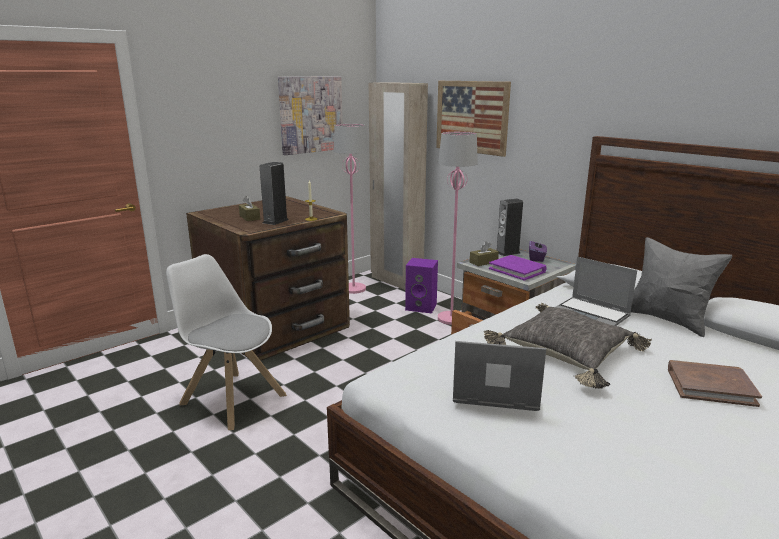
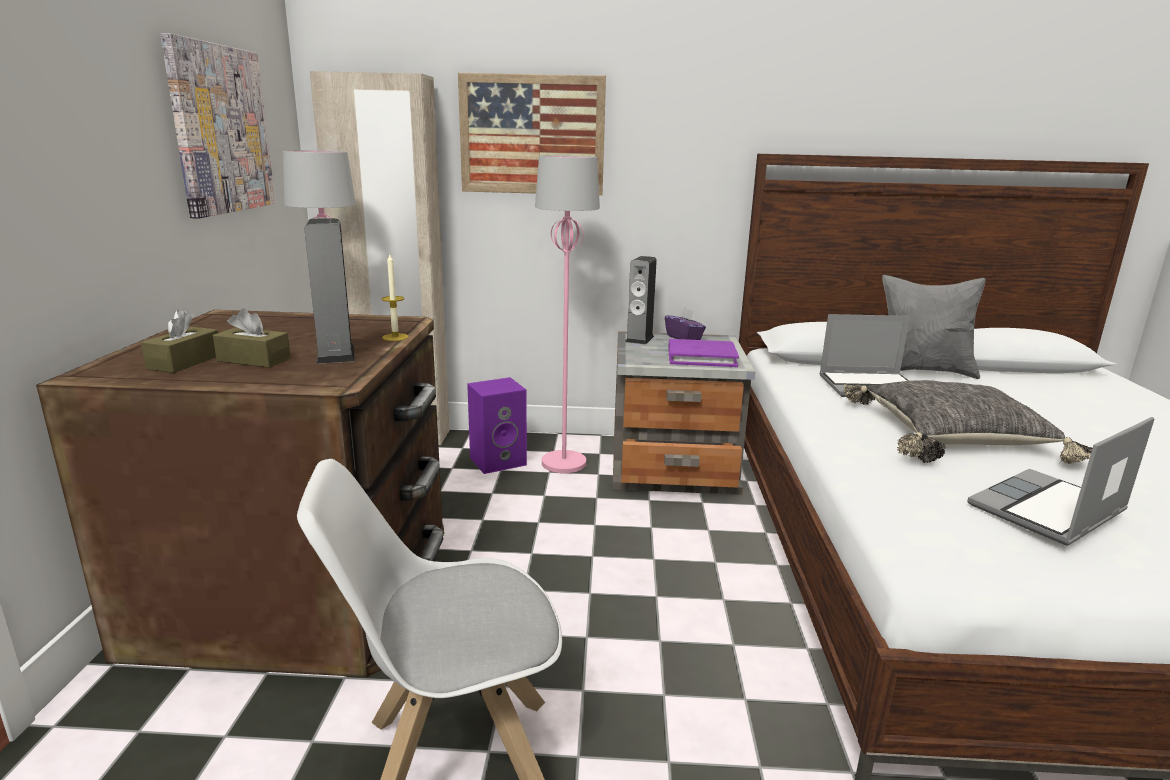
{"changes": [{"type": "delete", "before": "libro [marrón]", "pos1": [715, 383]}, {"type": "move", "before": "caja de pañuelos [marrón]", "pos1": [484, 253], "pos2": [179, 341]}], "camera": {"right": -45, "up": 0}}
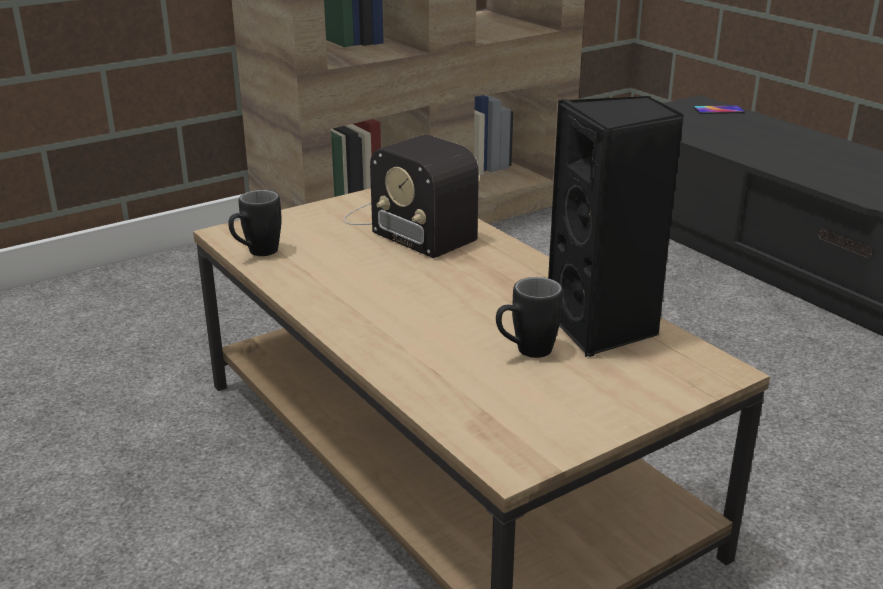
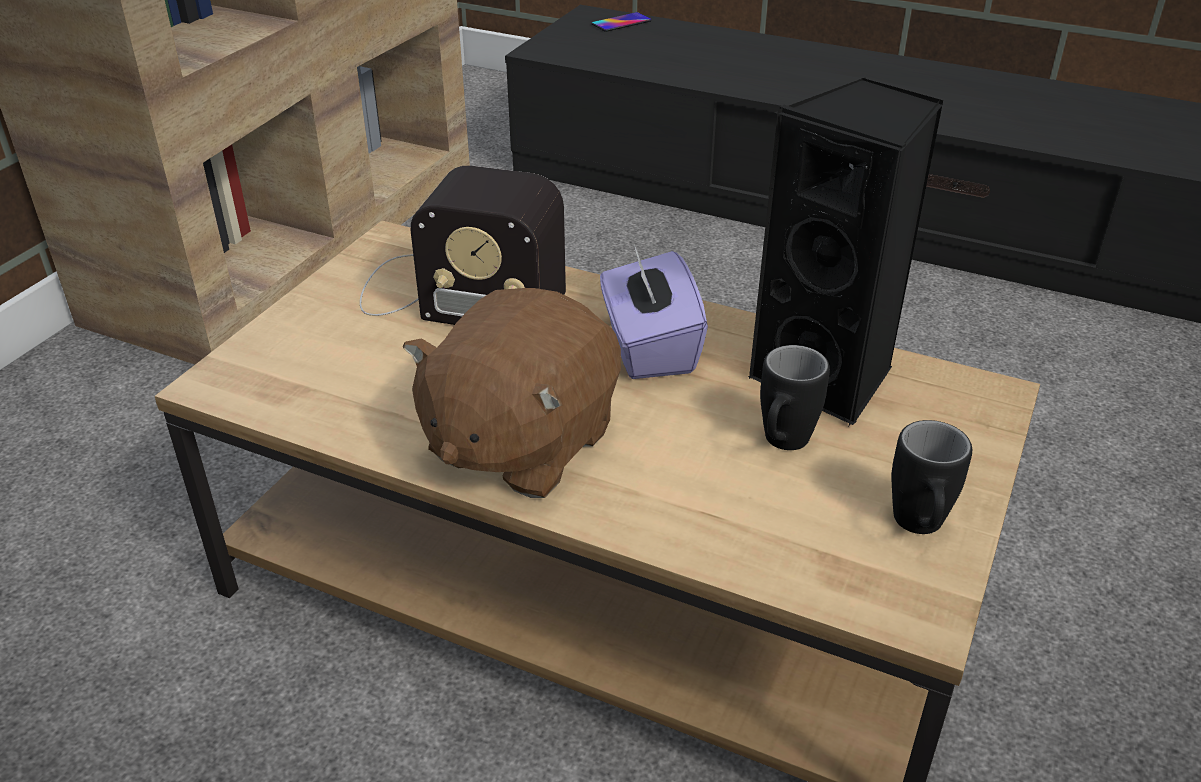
{"changes": [{"type": "insert", "after": "peluche [marrón]", "pos2": [512, 393]}, {"type": "insert", "after": "caja de pañuelos [morado]", "pos2": [654, 312]}, {"type": "move", "before": "taza grande [negro]", "pos1": [255, 223], "pos2": [931, 477]}], "camera": {"right": -30, "up": 10}}
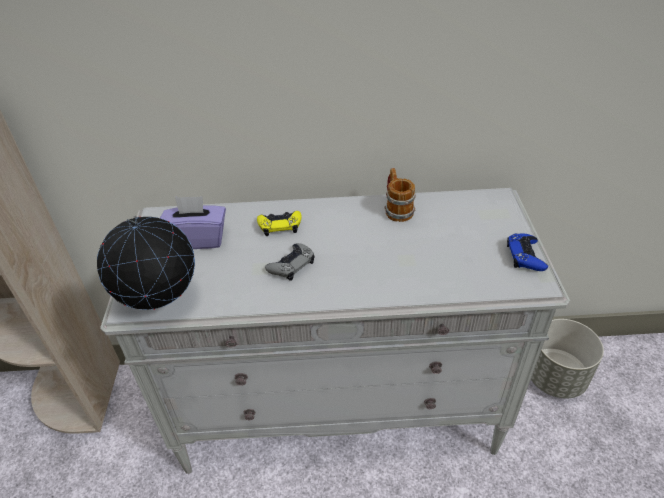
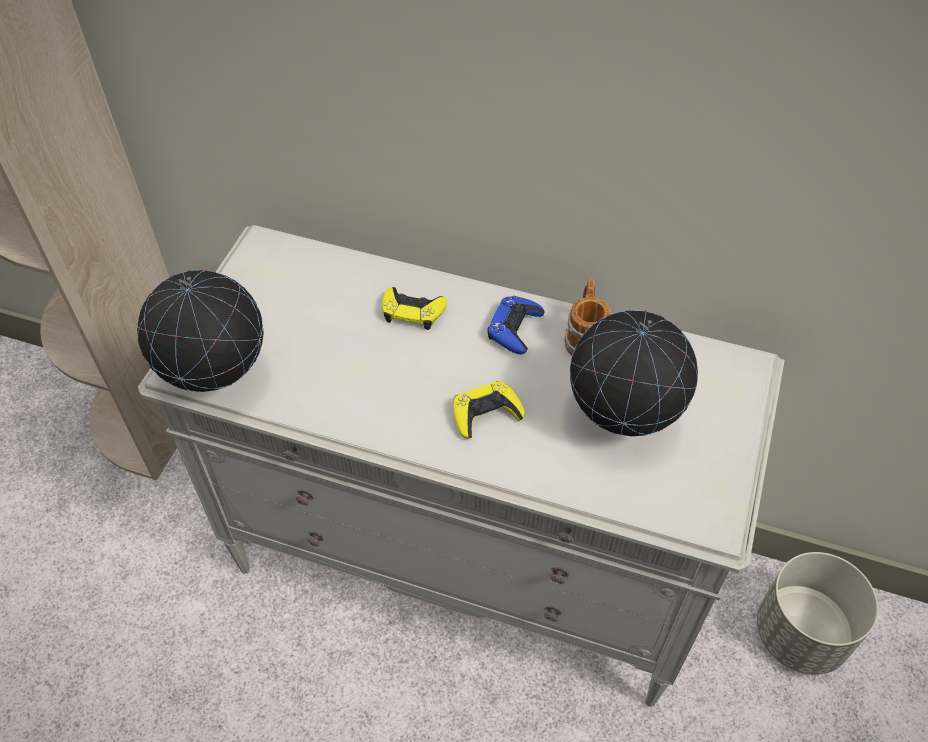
{"changes": [{"type": "delete", "before": "caja de pañuelos [morado]", "pos1": [193, 222]}, {"type": "delete", "before": "mando de consola [gris]", "pos1": [289, 262]}, {"type": "insert", "after": "mando de consola [amarillo]", "pos2": [489, 410]}, {"type": "insert", "after": "globo terráqueo", "pos2": [634, 373]}, {"type": "move", "before": "mando de consola [azul]", "pos1": [527, 252], "pos2": [516, 325]}], "camera": {"right": 20, "up": 10}}
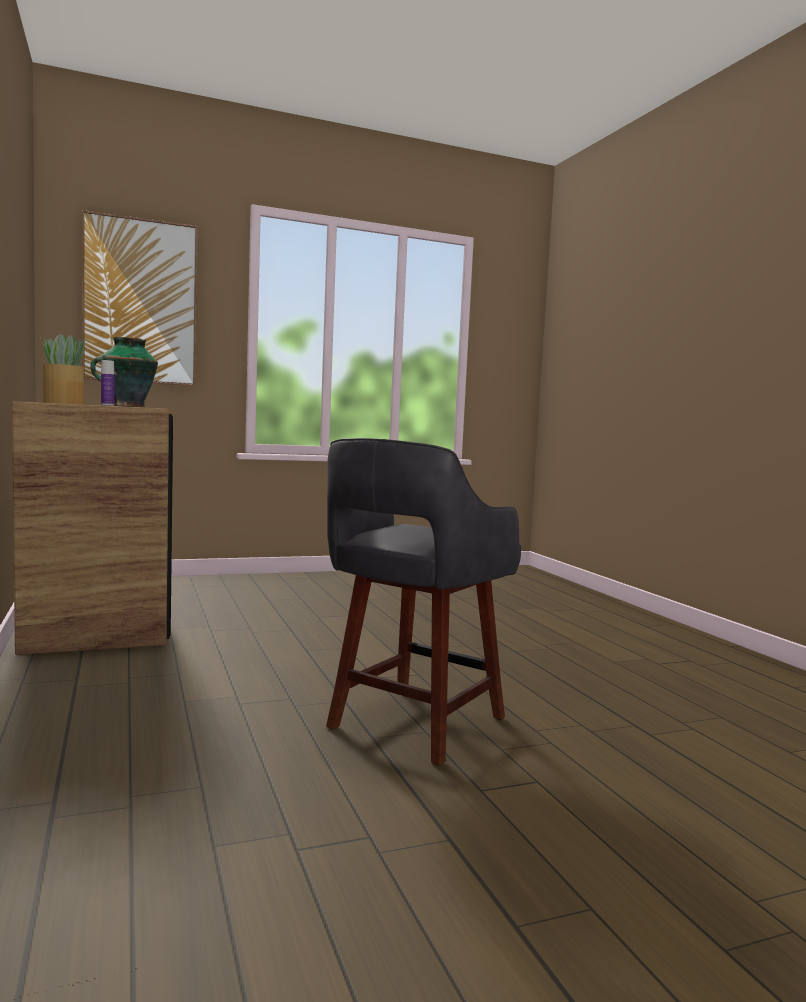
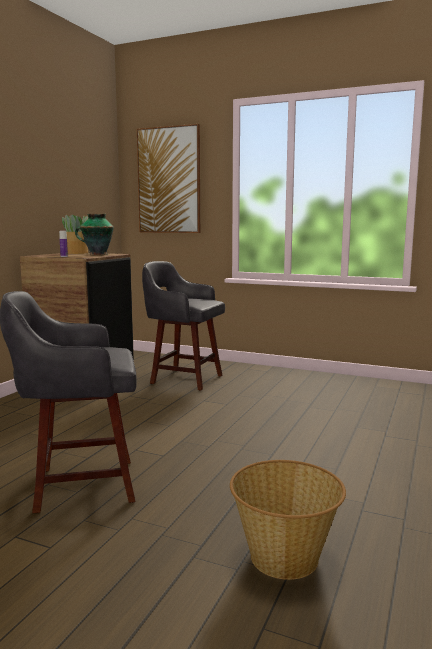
{"changes": [{"type": "insert", "after": "taburete [gris]", "pos2": [183, 326]}, {"type": "insert", "after": "cesta", "pos2": [288, 520]}], "camera": {"right": 45, "up": 5}}
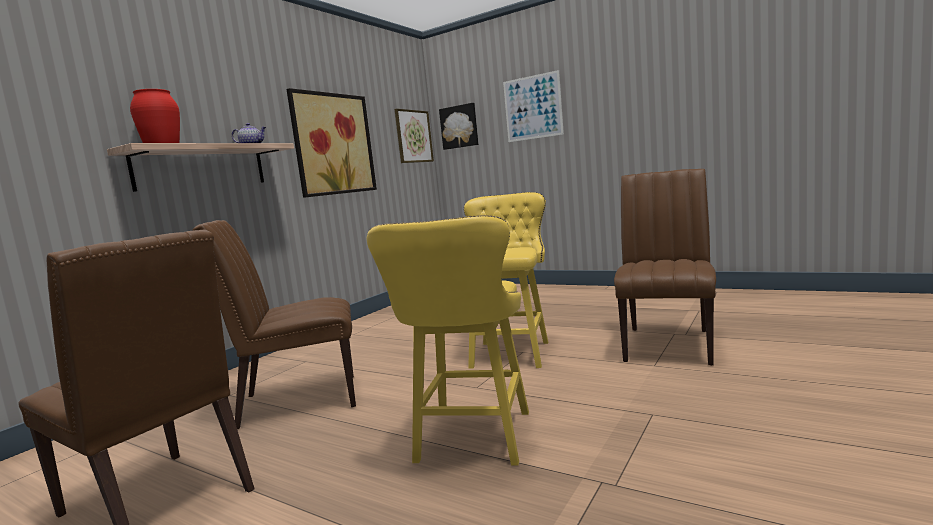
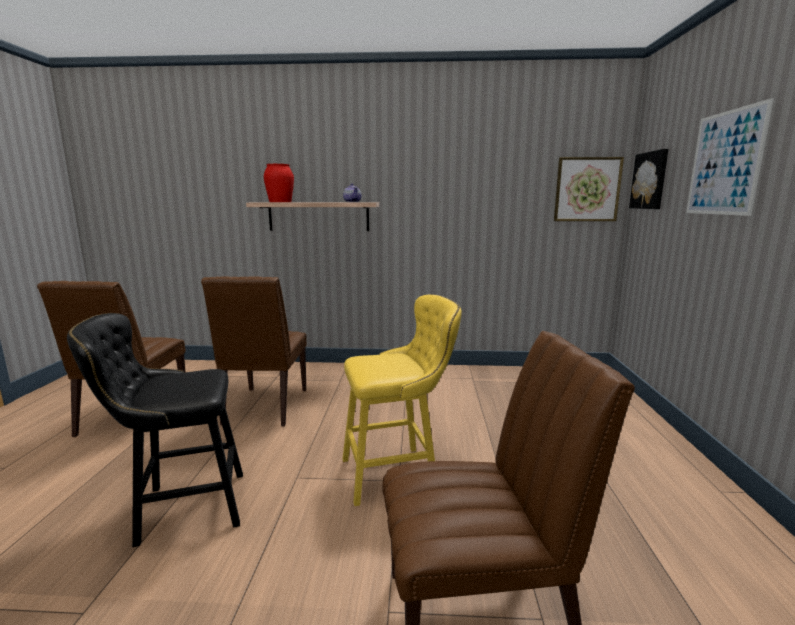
{"changes": [{"type": "delete", "before": "cuadro", "pos1": [331, 143]}, {"type": "recolor", "before": "taburete [amarillo]", "after": "taburete [negro]", "pos1": [448, 340], "pos2": [155, 430]}, {"type": "rotate", "before": "silla [marrón]", "pos1": [274, 324], "pos2": [254, 351], "turn": -135}], "camera": {"right": 60, "up": 5}}
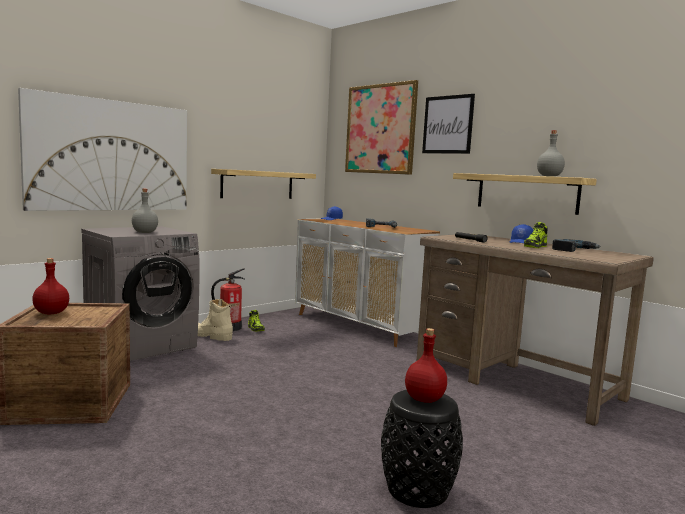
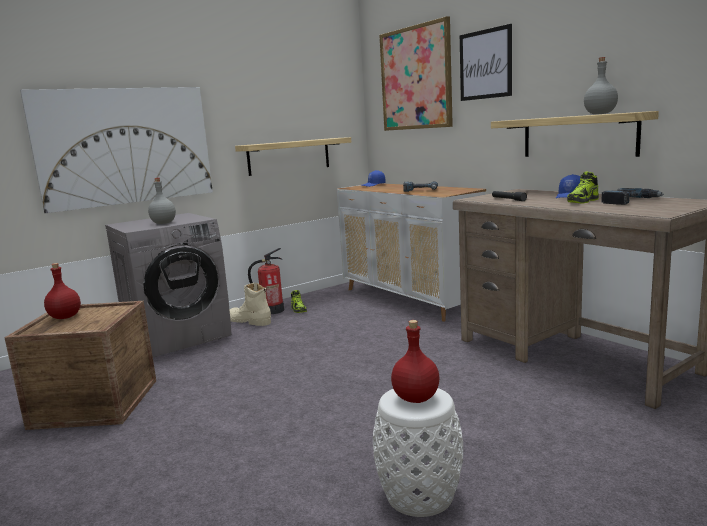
{"changes": [{"type": "recolor", "before": "taburete [negro]", "after": "taburete [blanco]", "pos1": [422, 449], "pos2": [418, 452]}], "camera": {"right": 10, "up": 5}}
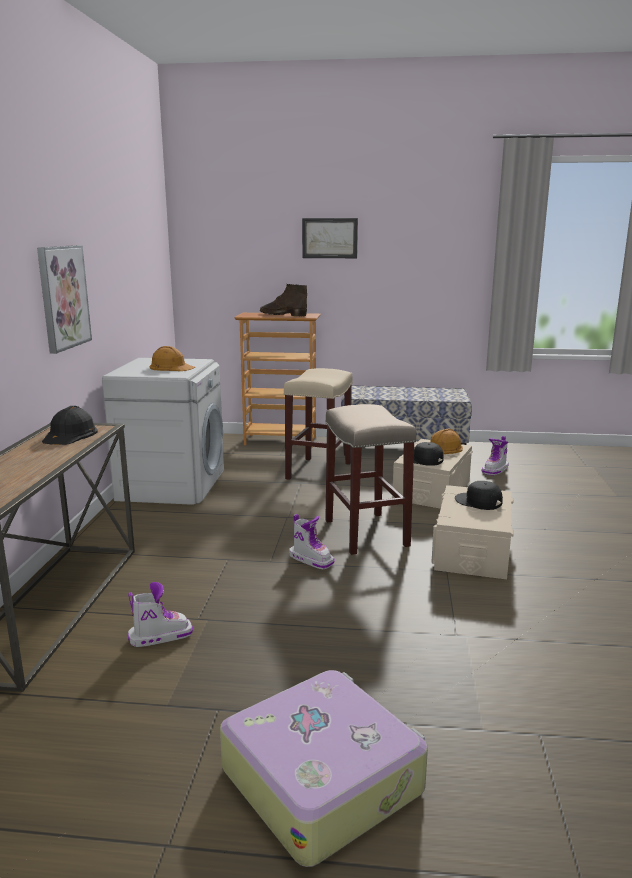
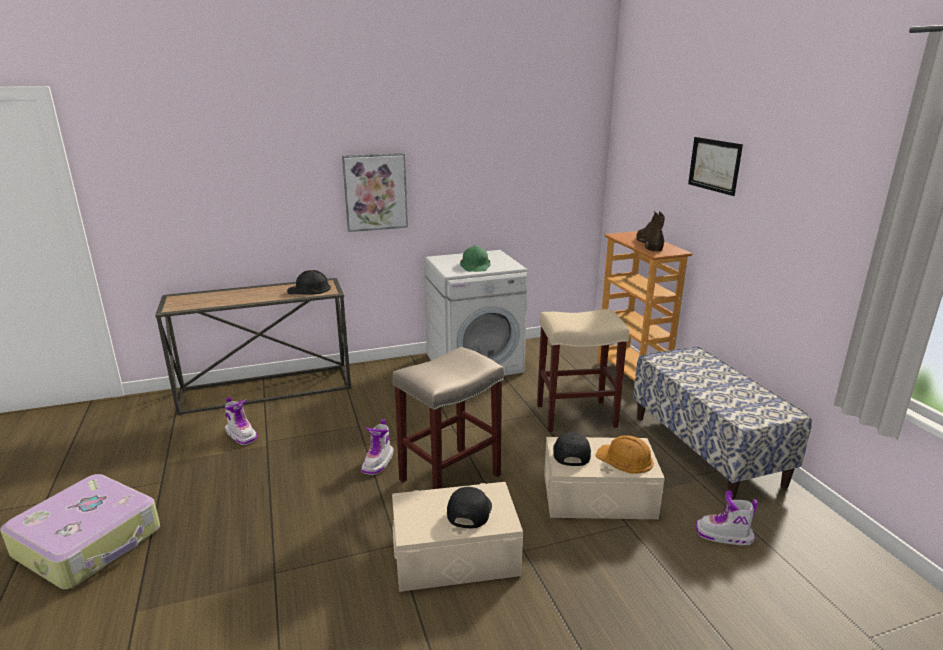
{"changes": [{"type": "recolor", "before": "casco [naranja]", "after": "casco [verde]", "pos1": [172, 358], "pos2": [475, 258]}], "camera": {"right": 65, "up": 5}}
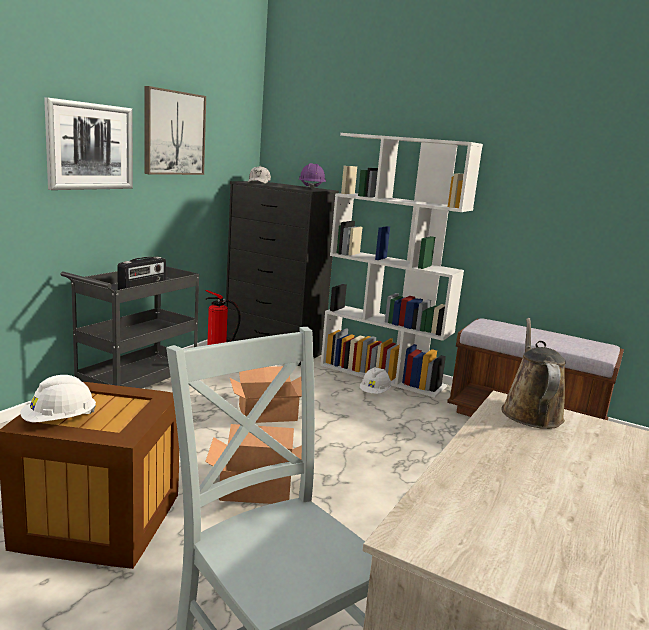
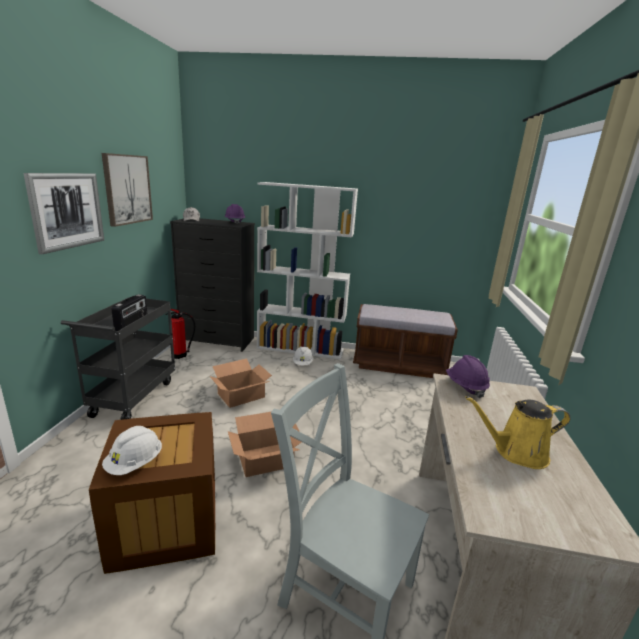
{"changes": [{"type": "insert", "after": "regadera [amarillo]", "pos2": [517, 432]}, {"type": "replace", "before": "regadera [marrón]", "after": "casco [morado]", "pos1": [533, 373], "pos2": [468, 376]}], "camera": {"right": -20, "up": 5}}
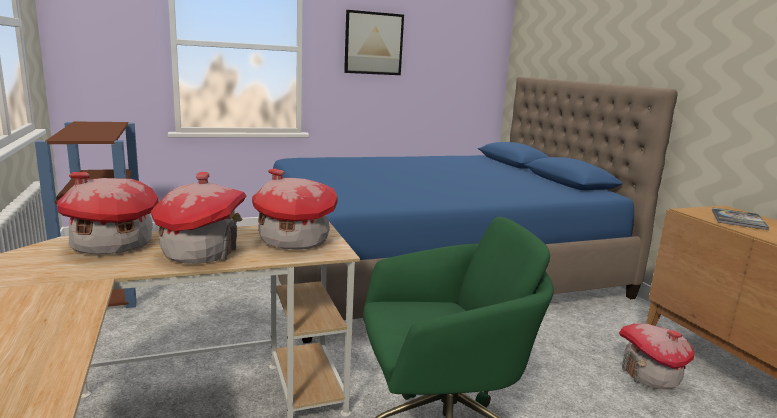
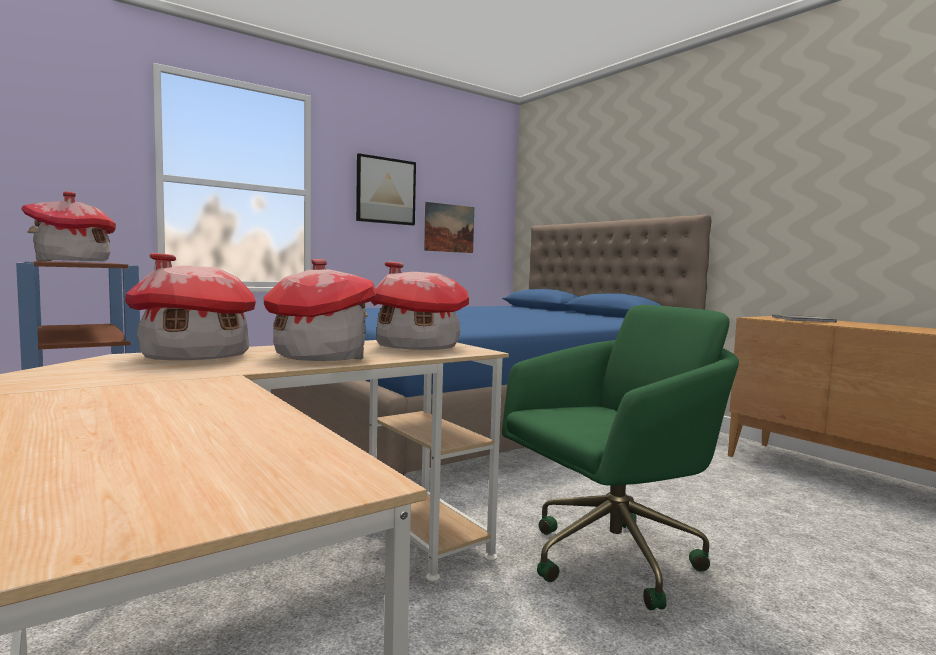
{"changes": [{"type": "insert", "after": "cuadro", "pos2": [449, 227]}, {"type": "move", "before": "casita", "pos1": [656, 356], "pos2": [68, 226]}], "camera": {"right": -15, "up": -10}}
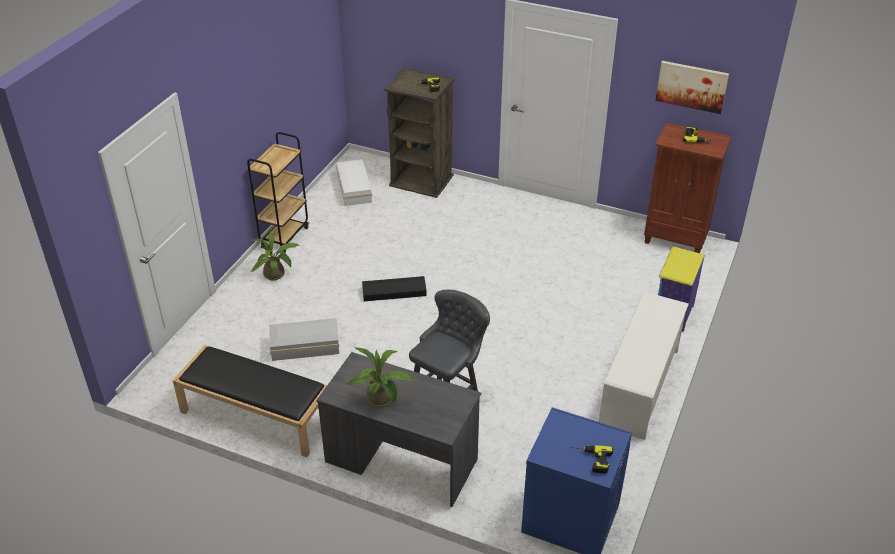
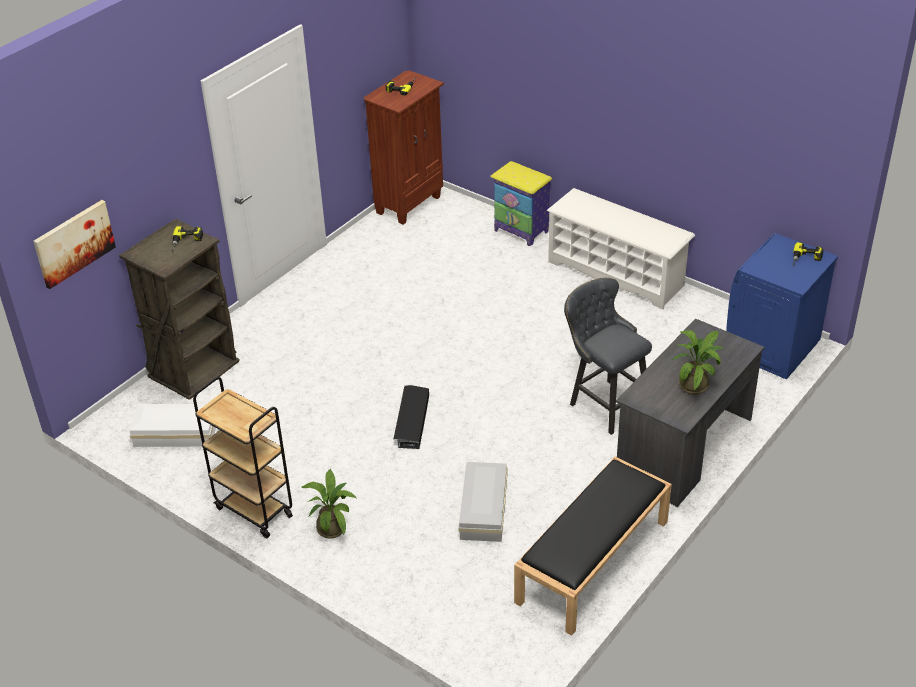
{"changes": [{"type": "move", "before": "cuadro", "pos1": [692, 87], "pos2": [74, 244]}], "camera": {"right": -75, "up": 0}}
